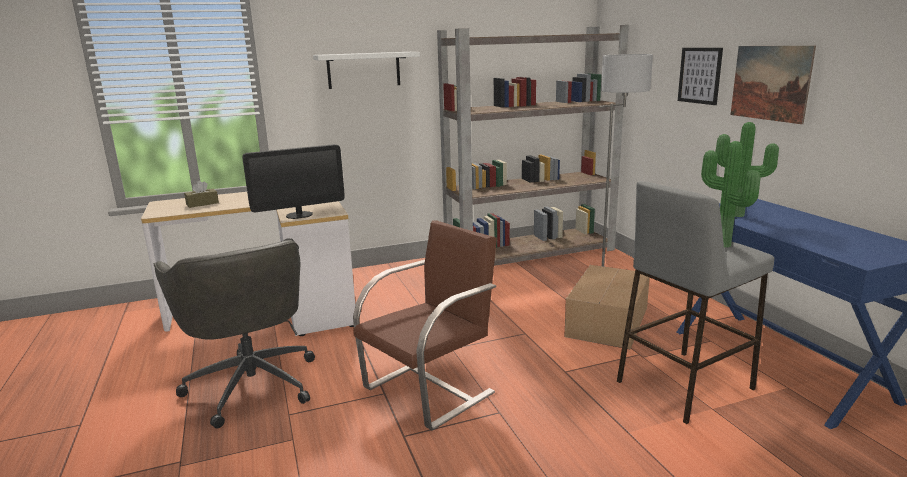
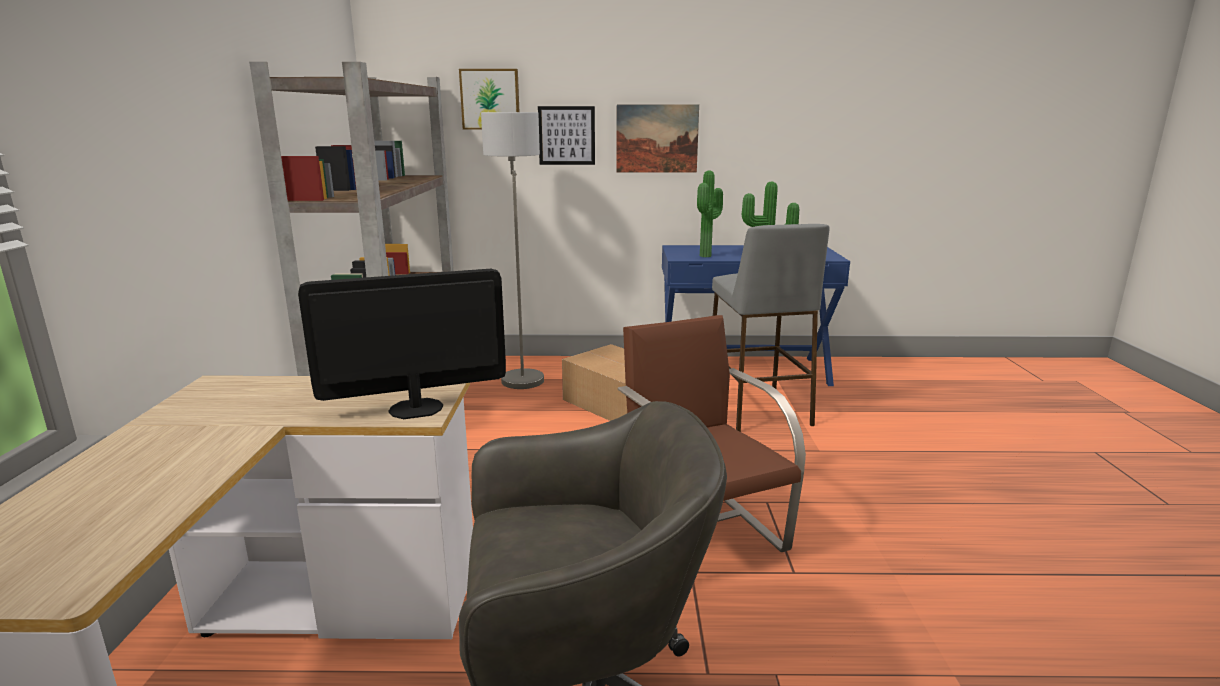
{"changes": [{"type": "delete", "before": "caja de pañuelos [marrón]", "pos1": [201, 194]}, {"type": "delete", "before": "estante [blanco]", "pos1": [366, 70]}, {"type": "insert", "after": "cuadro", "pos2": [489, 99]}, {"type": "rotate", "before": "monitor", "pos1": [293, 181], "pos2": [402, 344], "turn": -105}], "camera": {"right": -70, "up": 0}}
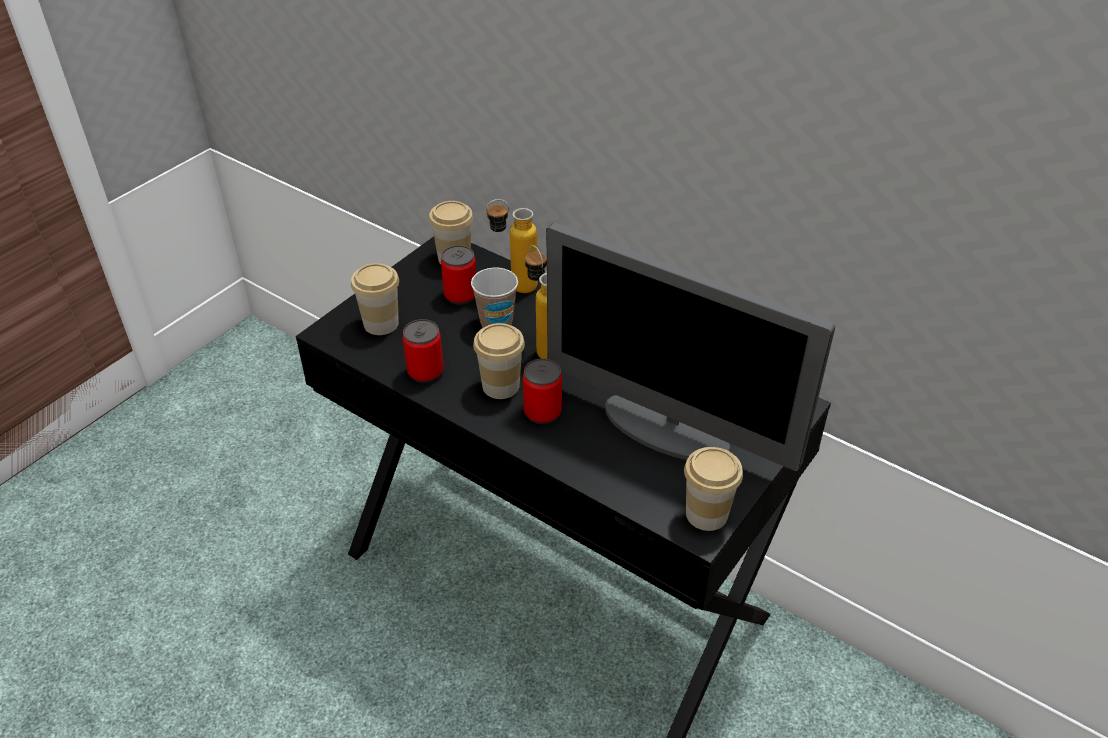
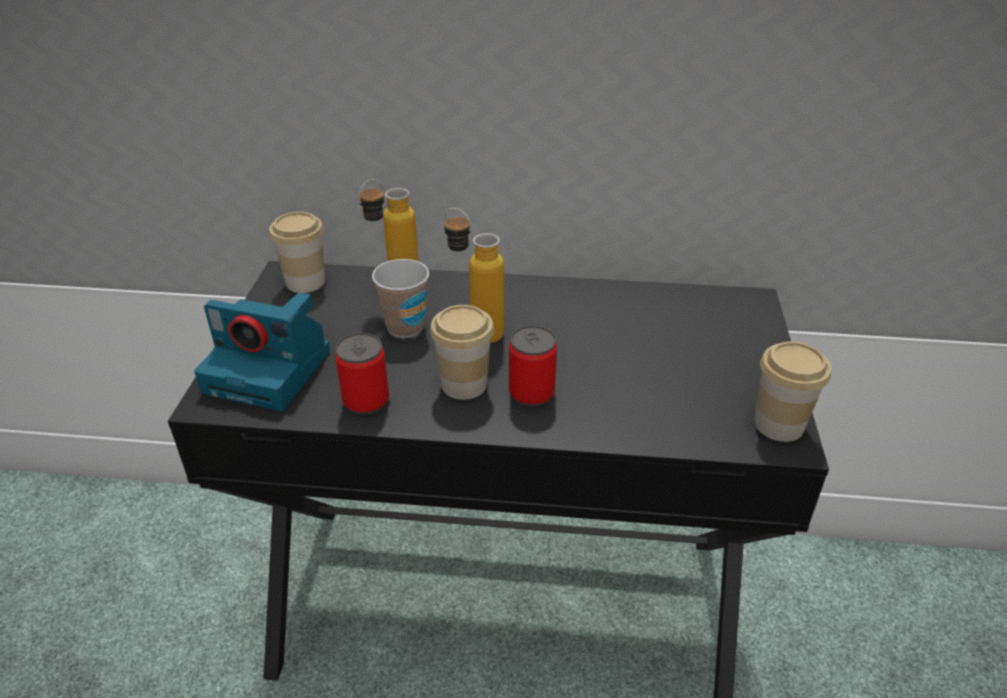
{"changes": [{"type": "delete", "before": "lata", "pos1": [458, 275]}, {"type": "delete", "before": "monitor", "pos1": [690, 347]}, {"type": "replace", "before": "taza", "after": "cámara", "pos1": [375, 299], "pos2": [262, 351]}], "camera": {"right": -30, "up": -5}}
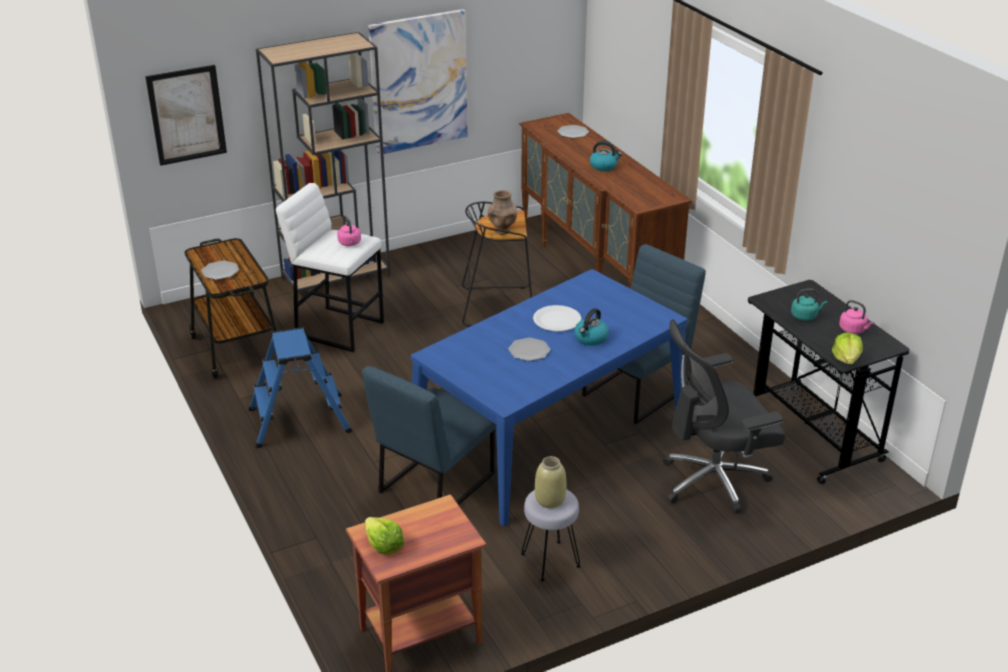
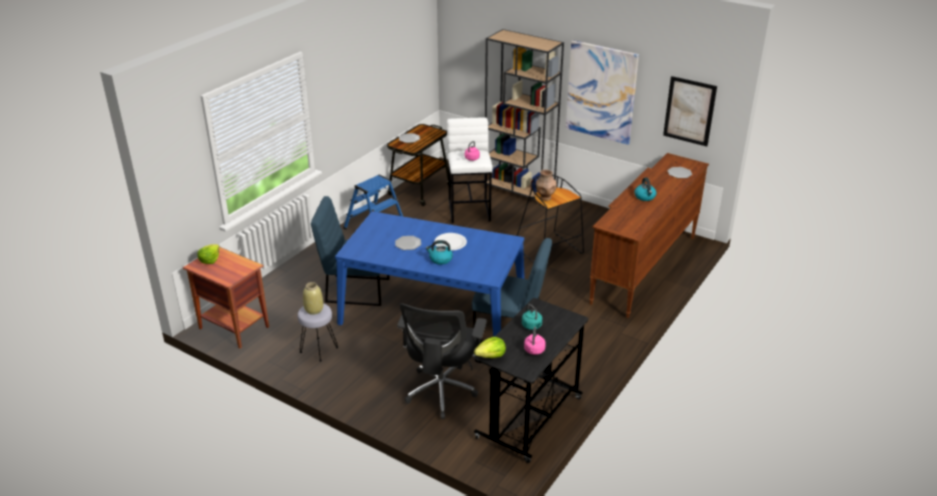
{"changes": [{"type": "move", "before": "cuadro", "pos1": [186, 115], "pos2": [690, 111]}, {"type": "rotate", "before": "silla de oficina", "pos1": [724, 416], "pos2": [442, 361], "turn": -120}], "camera": {"right": 60, "up": 0}}
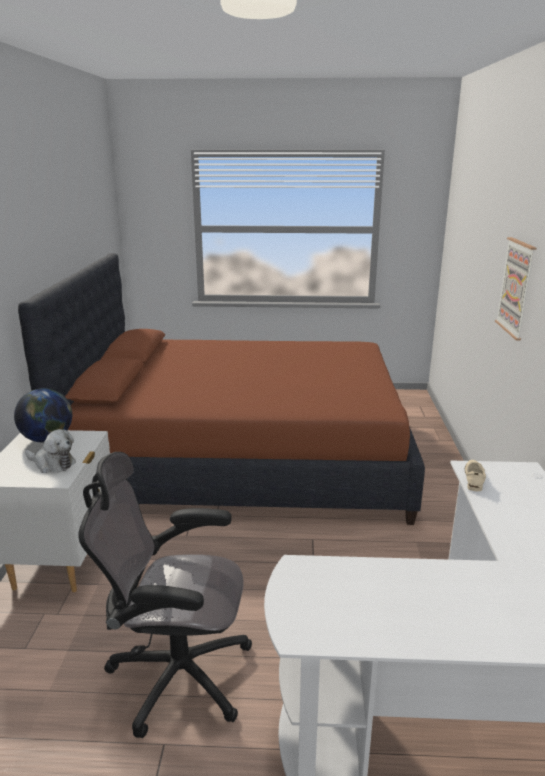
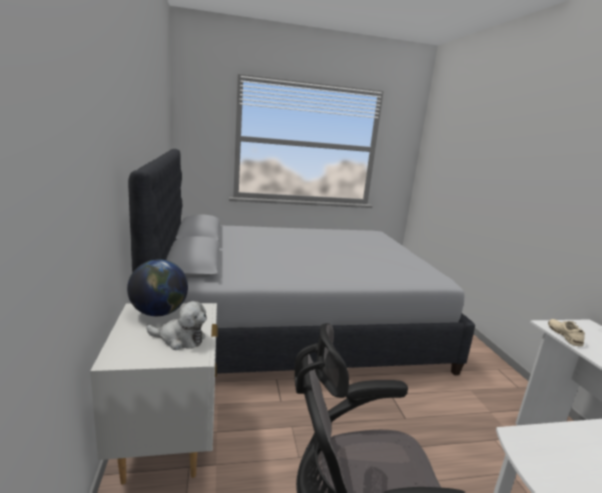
{"changes": [{"type": "delete", "before": "cuadro", "pos1": [515, 288]}, {"type": "recolor", "before": "cama [marrón]", "after": "cama [gris]", "pos1": [221, 389], "pos2": [301, 262]}], "camera": {"right": -15, "up": -5}}
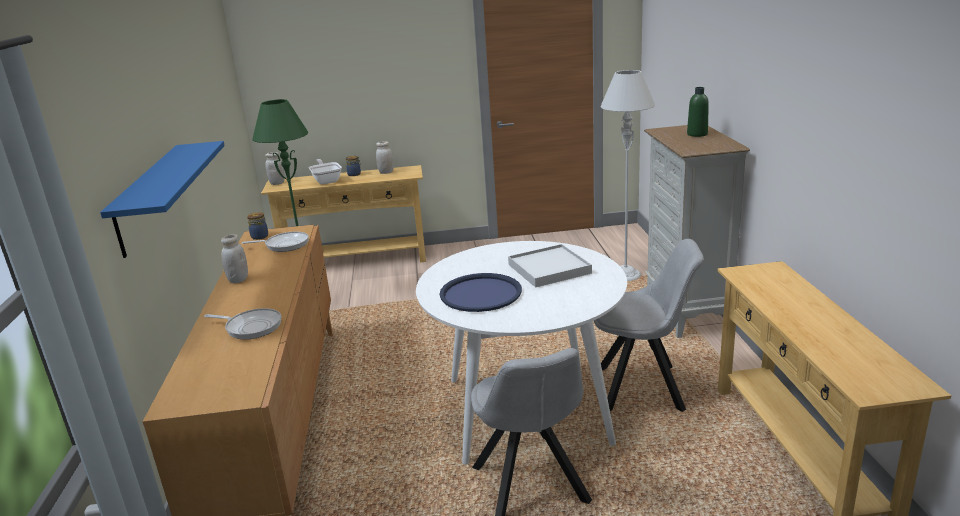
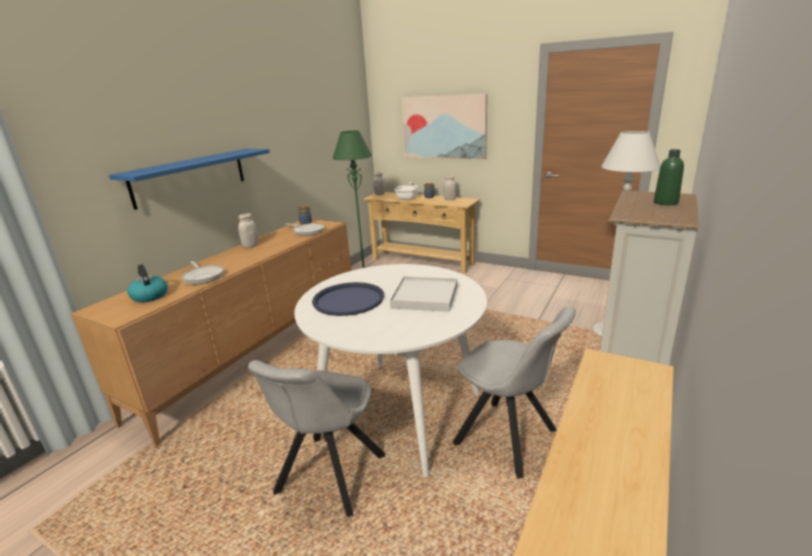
{"changes": [{"type": "insert", "after": "hervidor", "pos2": [148, 283]}, {"type": "insert", "after": "cuadro", "pos2": [444, 126]}], "camera": {"right": 35, "up": 0}}
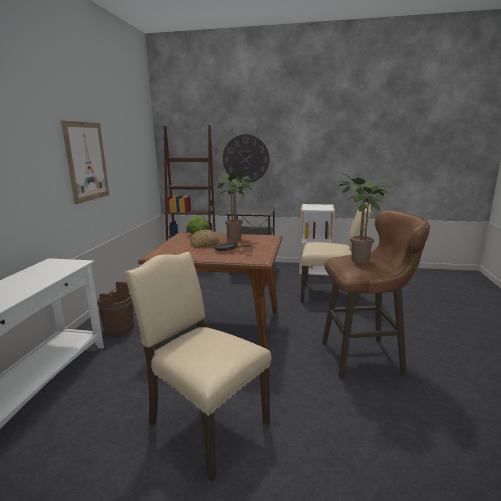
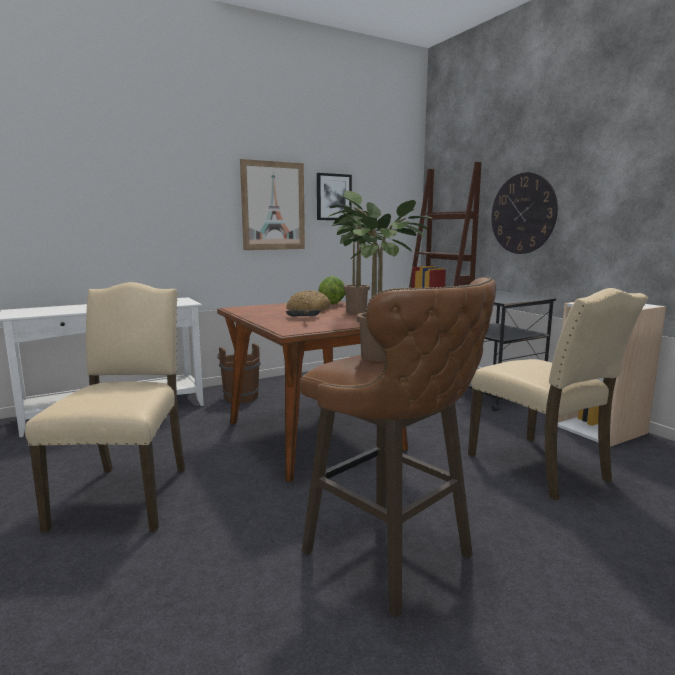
{"changes": [{"type": "insert", "after": "cuadro", "pos2": [334, 196]}], "camera": {"right": 50, "up": -5}}
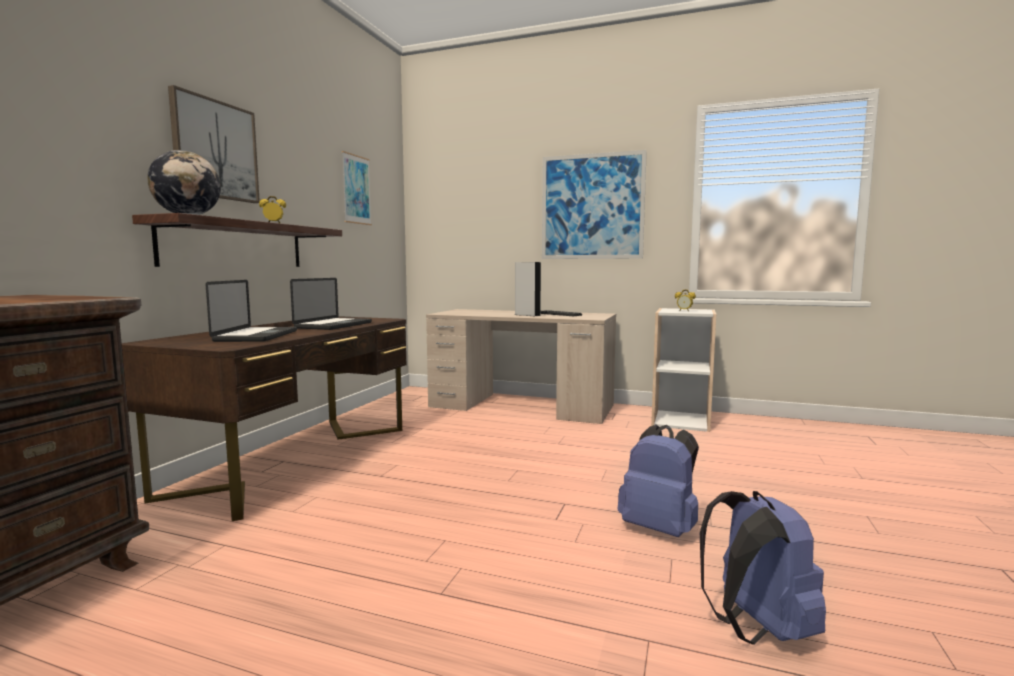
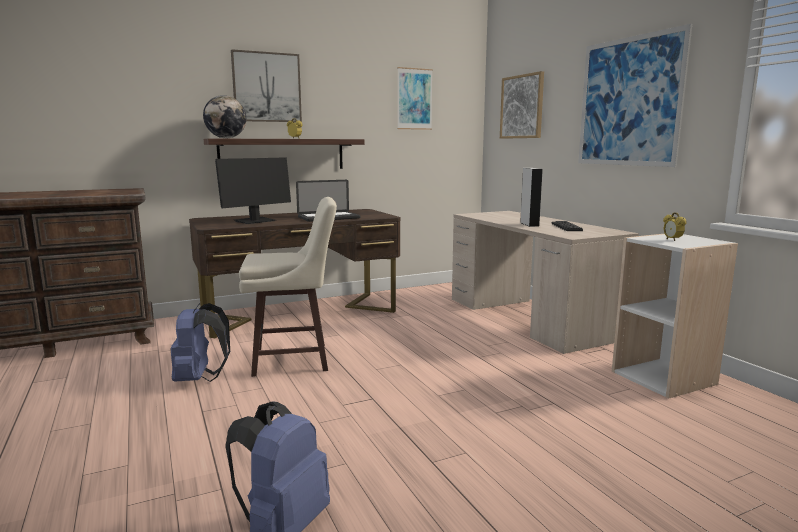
{"changes": [{"type": "insert", "after": "taburete [beis]", "pos2": [288, 287]}, {"type": "insert", "after": "cuadro", "pos2": [522, 105]}, {"type": "move", "before": "mochila [azul]", "pos1": [658, 481], "pos2": [200, 342]}, {"type": "replace", "before": "portátil", "after": "monitor", "pos1": [251, 311], "pos2": [253, 190]}], "camera": {"right": 45, "up": 5}}
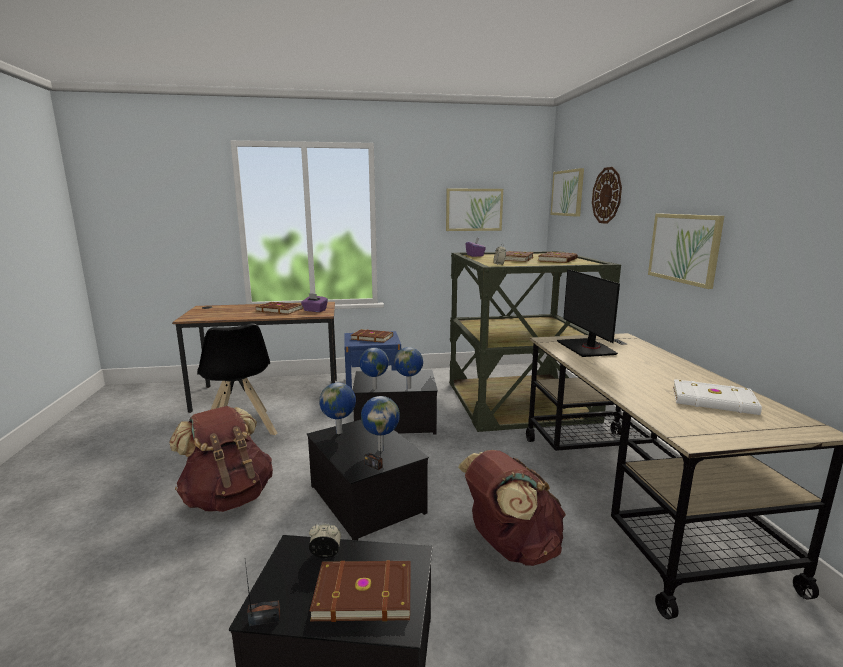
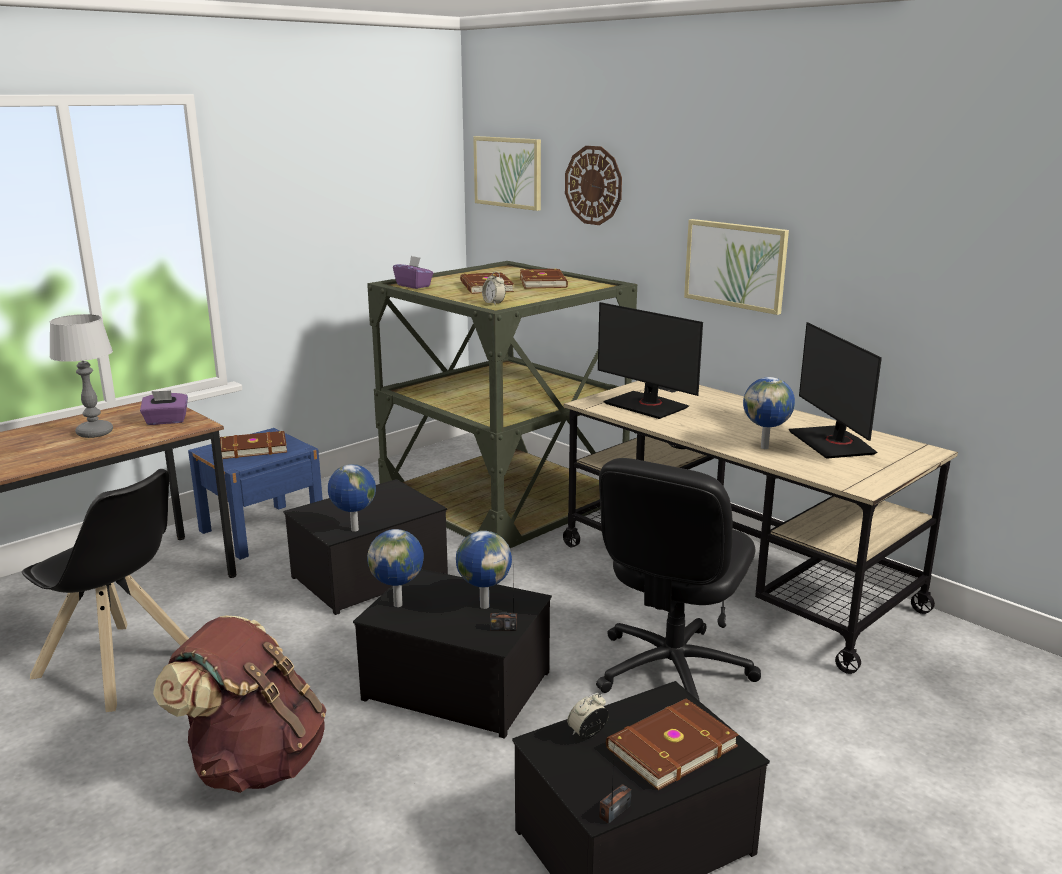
{"changes": [{"type": "delete", "before": "cuadro", "pos1": [474, 210]}, {"type": "move", "before": "globo terráqueo", "pos1": [408, 368], "pos2": [769, 413]}, {"type": "replace", "before": "libro [marrón]", "after": "lámpara de mesa", "pos1": [279, 308], "pos2": [81, 376]}, {"type": "replace", "before": "mochila [marrón]", "after": "silla de oficina [negro]", "pos1": [512, 508], "pos2": [678, 579]}, {"type": "replace", "before": "libro [blanco]", "after": "monitor", "pos1": [717, 397], "pos2": [835, 390]}], "camera": {"right": -35, "up": 5}}
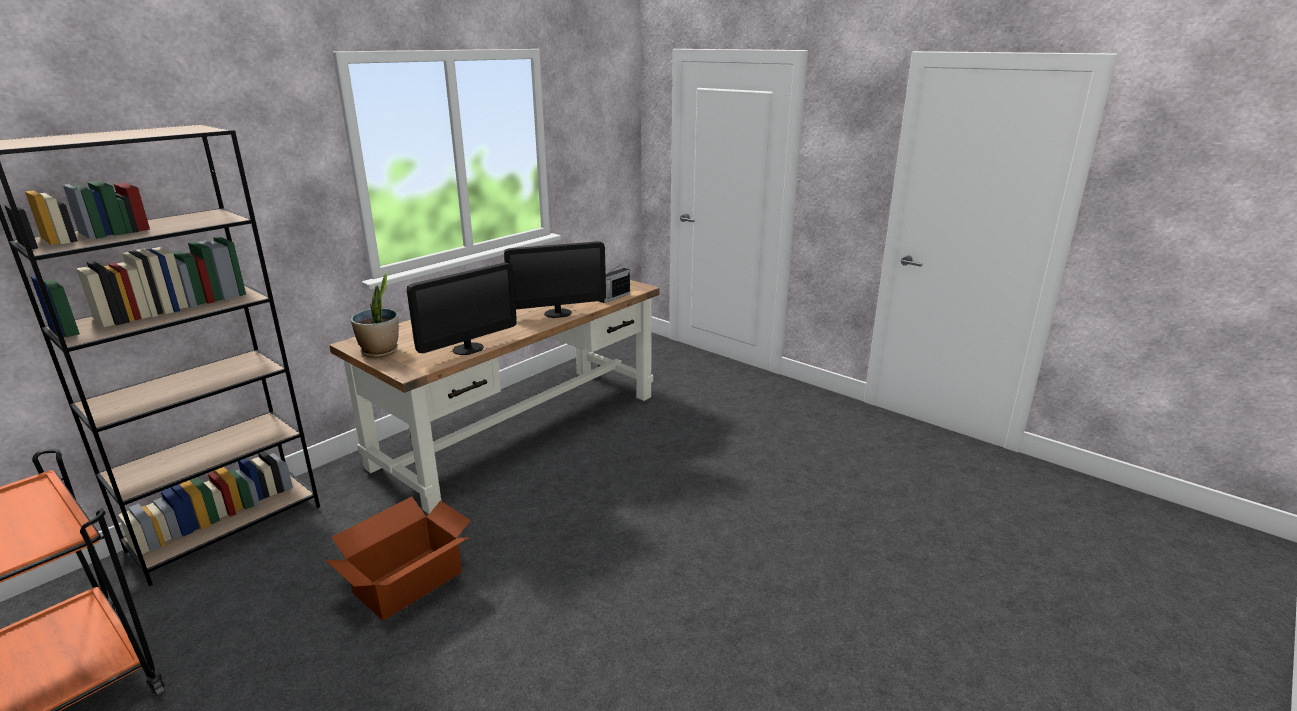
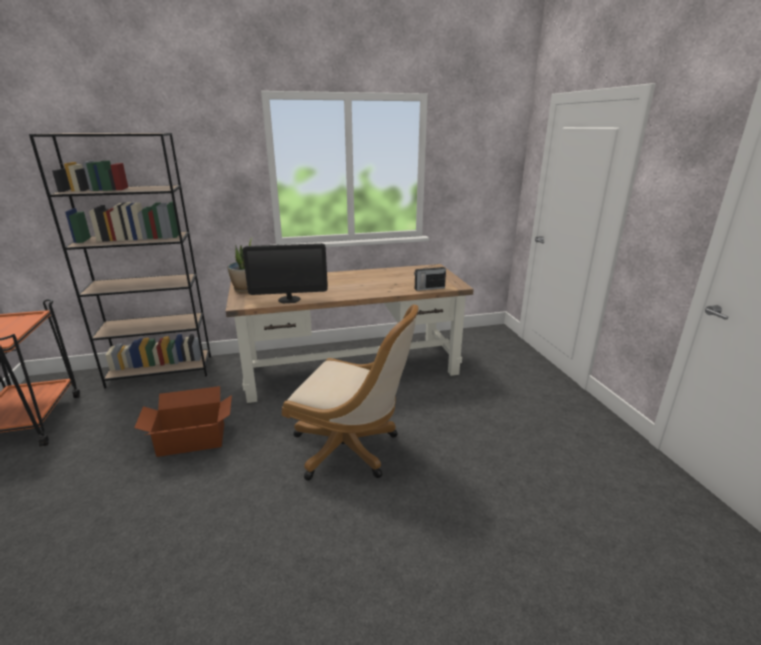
{"changes": [{"type": "delete", "before": "monitor", "pos1": [555, 279]}, {"type": "insert", "after": "silla de oficina", "pos2": [350, 392]}], "camera": {"right": 35, "up": 0}}
